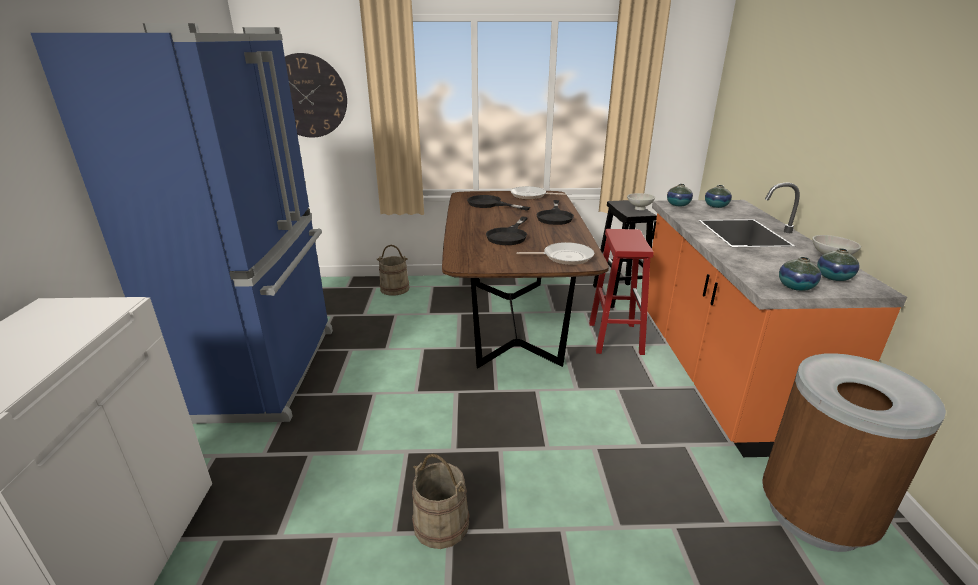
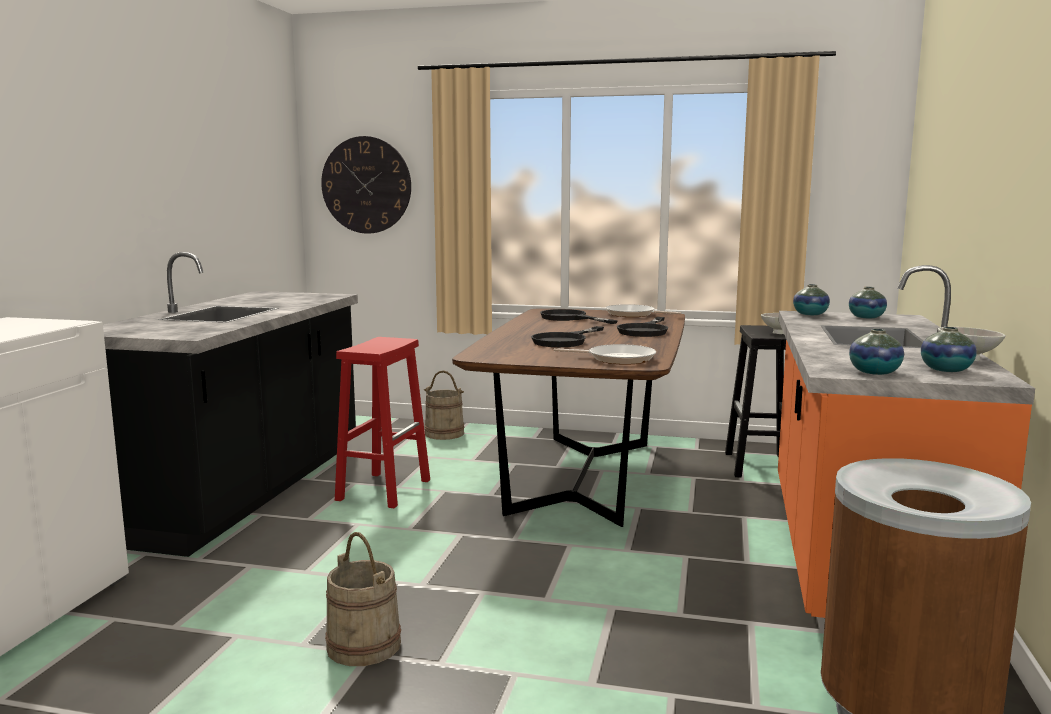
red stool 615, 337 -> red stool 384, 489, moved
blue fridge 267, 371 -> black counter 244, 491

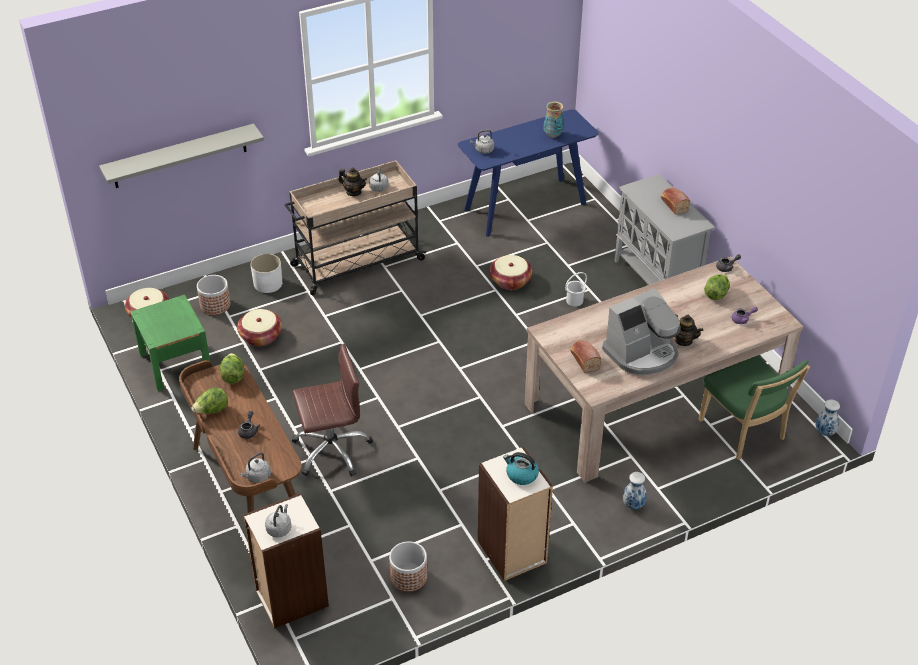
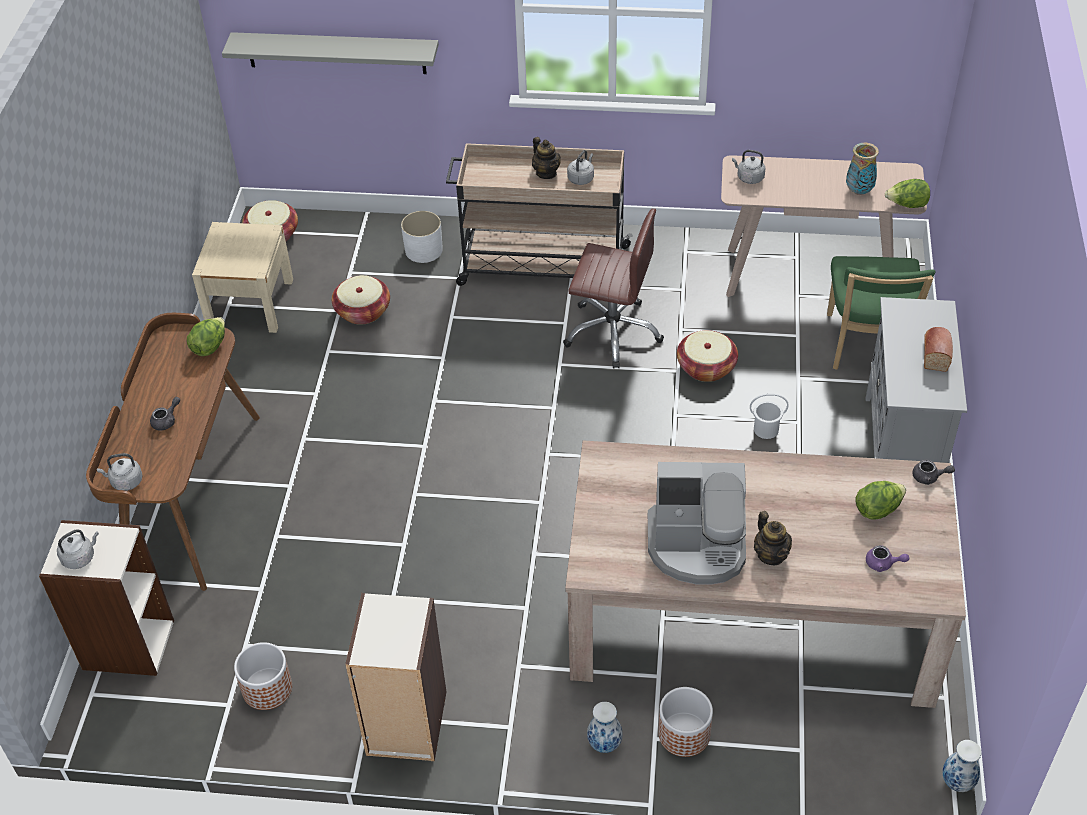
kettle 521, 475 -> none
bread 584, 360 -> none
lettuce 212, 411 -> lettuce 906, 205, moved
planter 215, 305 -> planter 684, 734, moved
brown office chair 331, 450 -> brown office chair 613, 332, moved
green chair 744, 432 -> green chair 867, 346, moved
green nightstand 175, 363 -> beige nightstand 250, 303
blue console table 525, 206 -> beige console table 809, 275

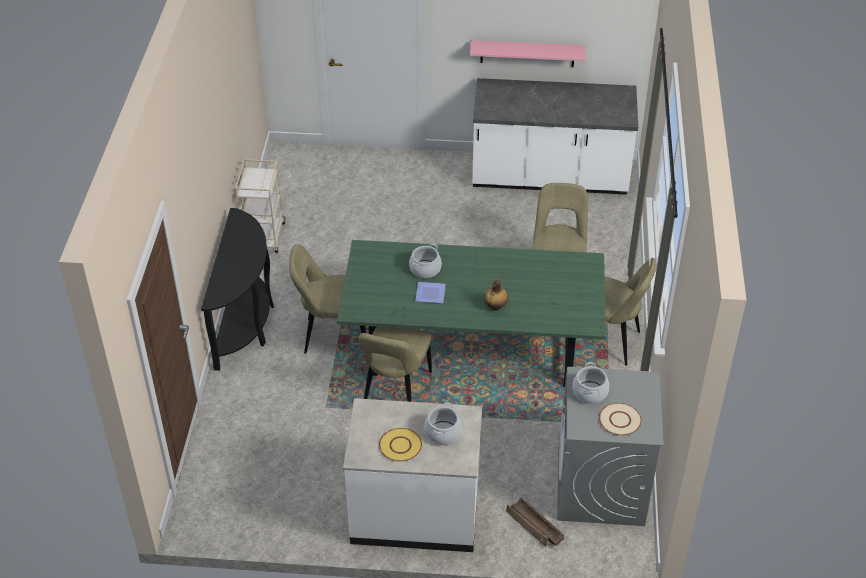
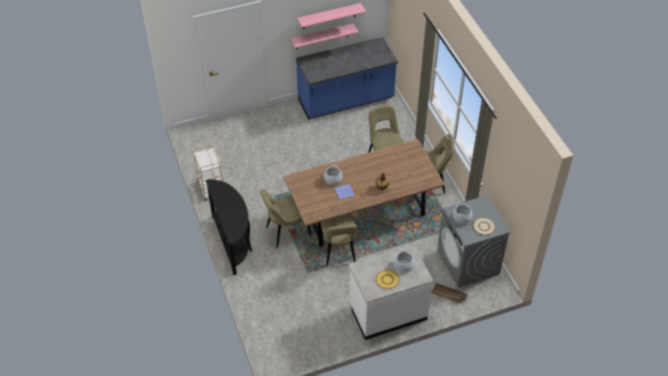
none -> pink shelf 329, 16
green dining table 472, 347 -> brown dining table 362, 211
white counter 549, 178 -> blue counter 346, 101

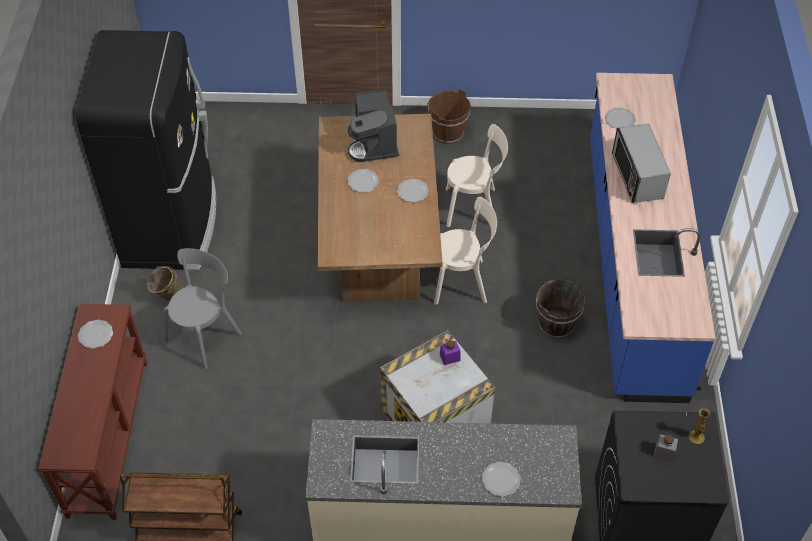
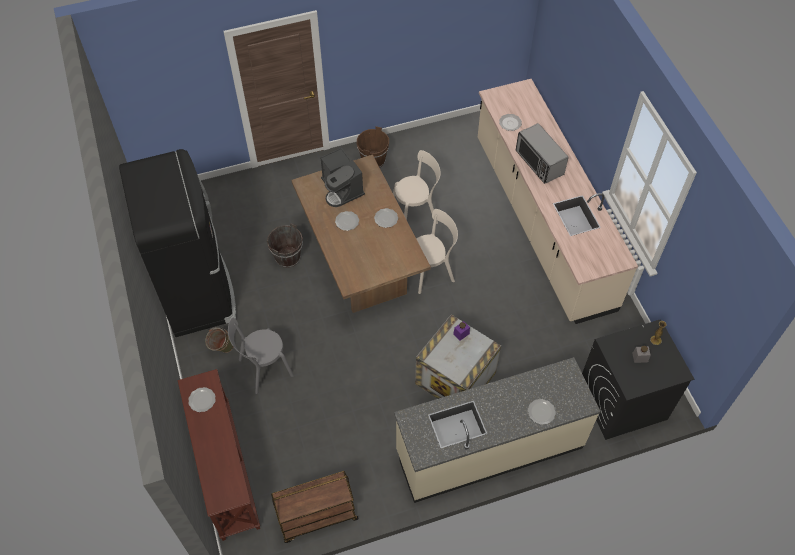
brown bucket 556, 325 -> brown bucket 288, 258, moved
blue counter 632, 263 -> beige counter 542, 222
grey chair 205, 335 -> grey chair 263, 369, 135 degrees counterclockwise

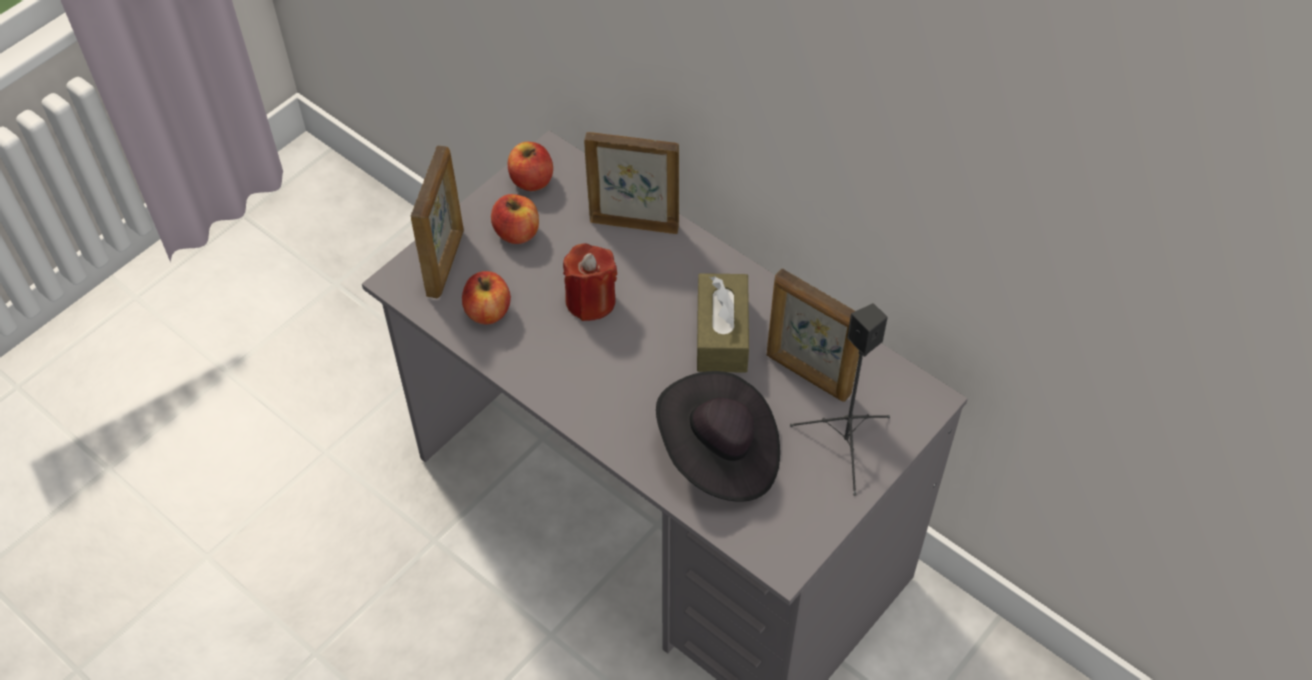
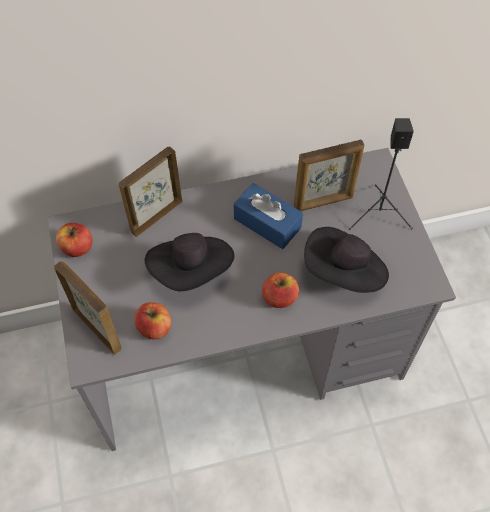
apple 517, 233 -> apple 279, 297, moved
red candle 590, 301 -> black hat 192, 270
brown tissue box 722, 334 -> blue tissue box 267, 223

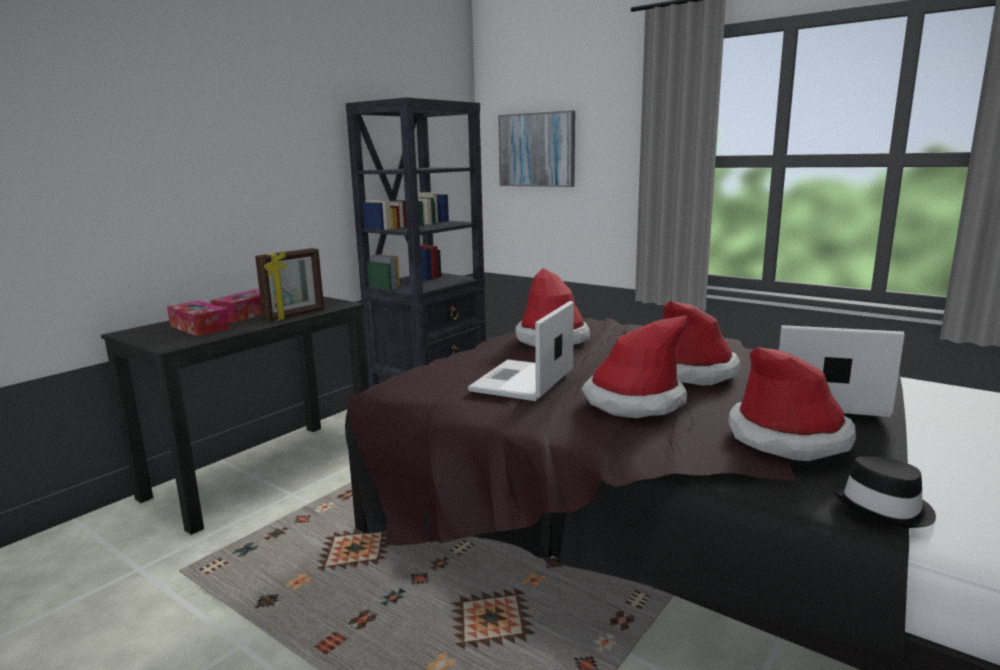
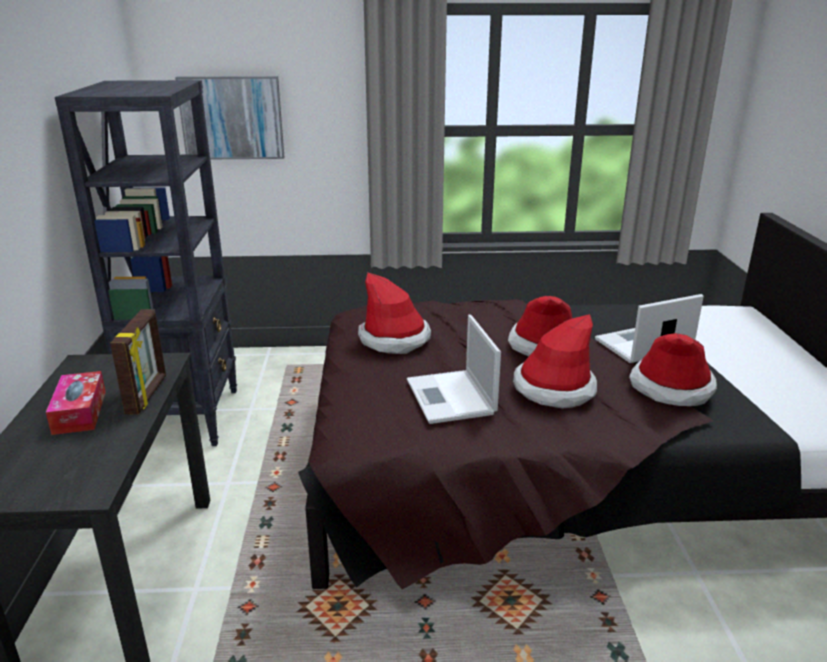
tissue box 199, 327 -> none
black hat 885, 508 -> none

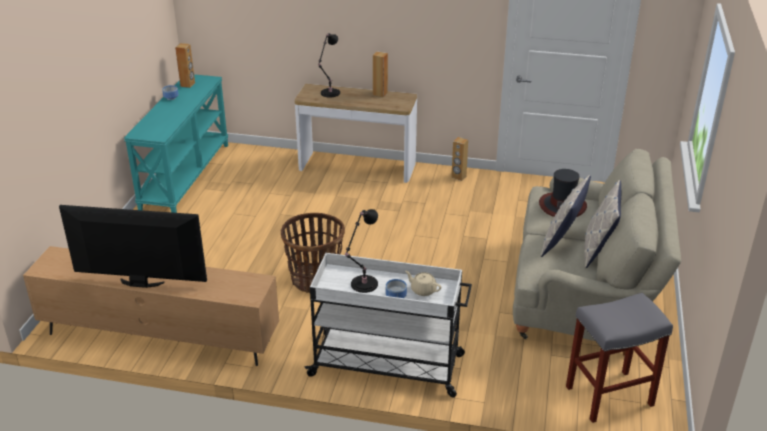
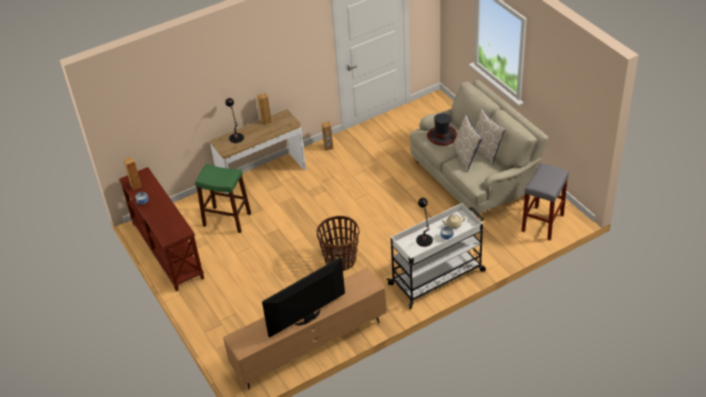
none -> green stool 227, 219
turquoise console table 185, 176 -> brown console table 166, 250

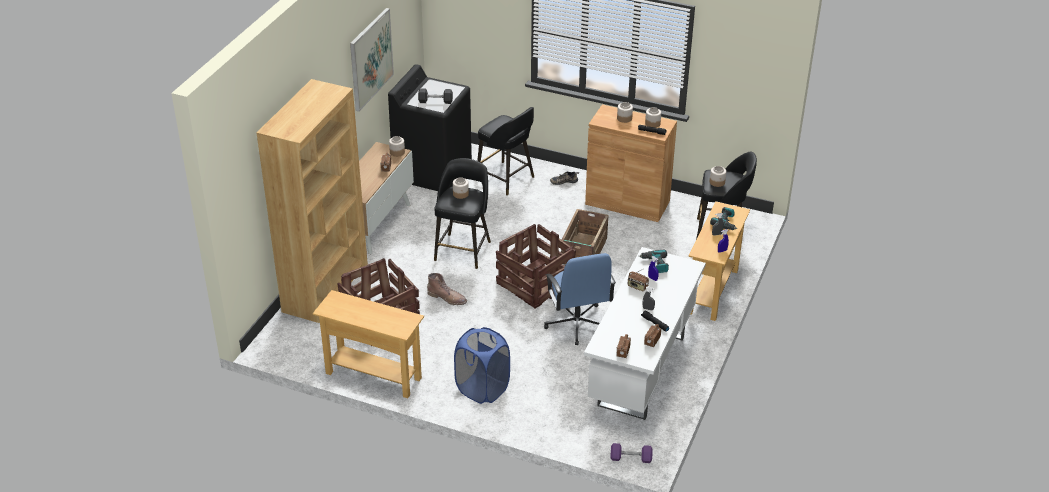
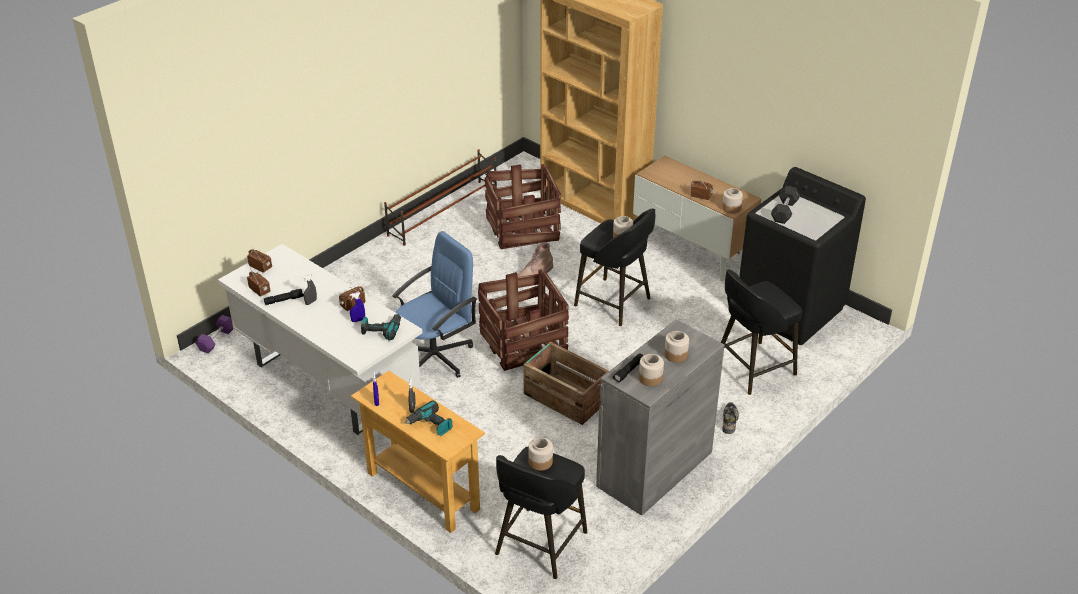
picture 371, 59 -> none
blue laundry basket 482, 389 -> none
beige console table 373, 375 -> brown shoe rack 444, 212
brown cabinet 627, 202 -> grey cabinet 654, 469
blue office chair 577, 323 -> blue office chair 435, 356, 135 degrees clockwise

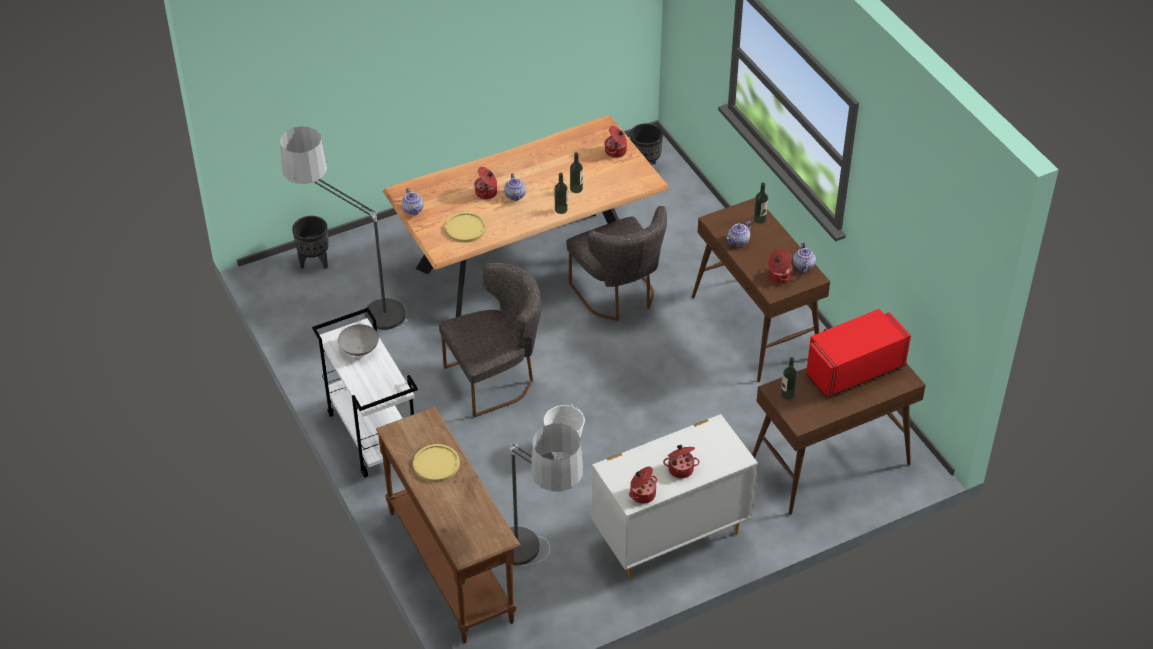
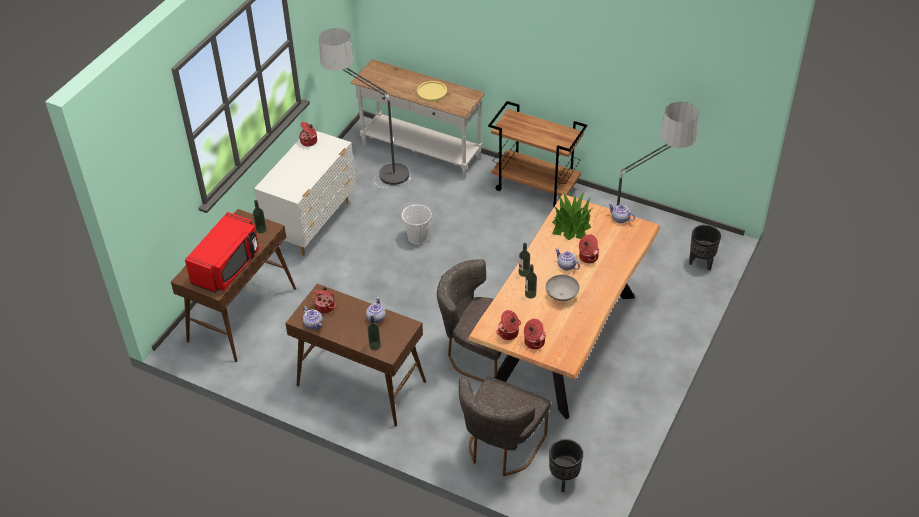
grey bowl 360, 349 -> grey bowl 561, 296, moved
grey chair 495, 379 -> grey chair 501, 448, moved
cooking pot 680, 469 -> cooking pot 508, 333, moved
yellow plate 465, 228 -> potted plant 571, 225
white cart 372, 435 -> brown cart 536, 187
brown console table 452, 565 -> white console table 420, 152

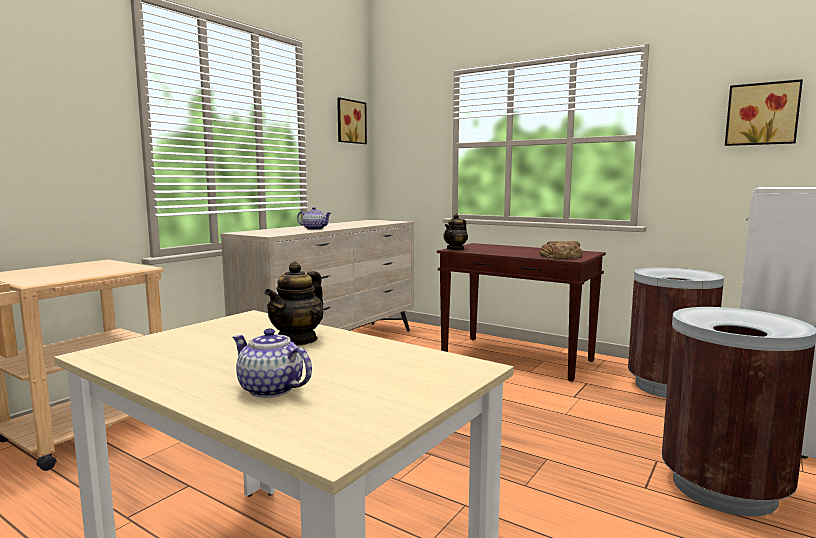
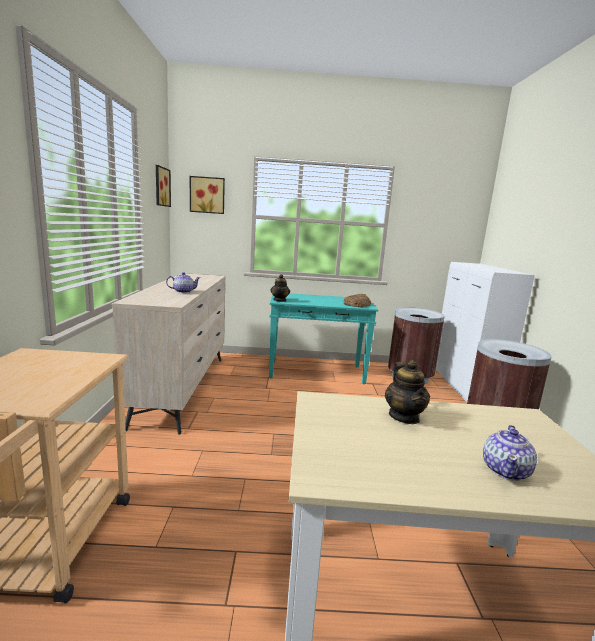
picture 762, 114 -> picture 207, 195, moved
brown console table 517, 358 -> turquoise console table 317, 372
teapot 271, 390 -> teapot 506, 470, 60 degrees counterclockwise

